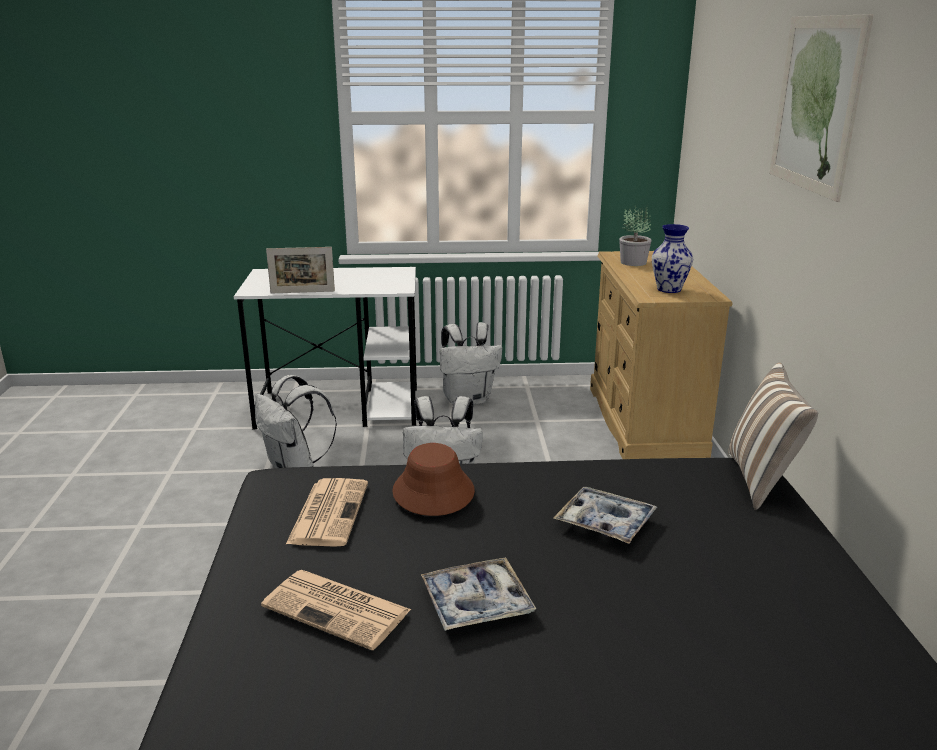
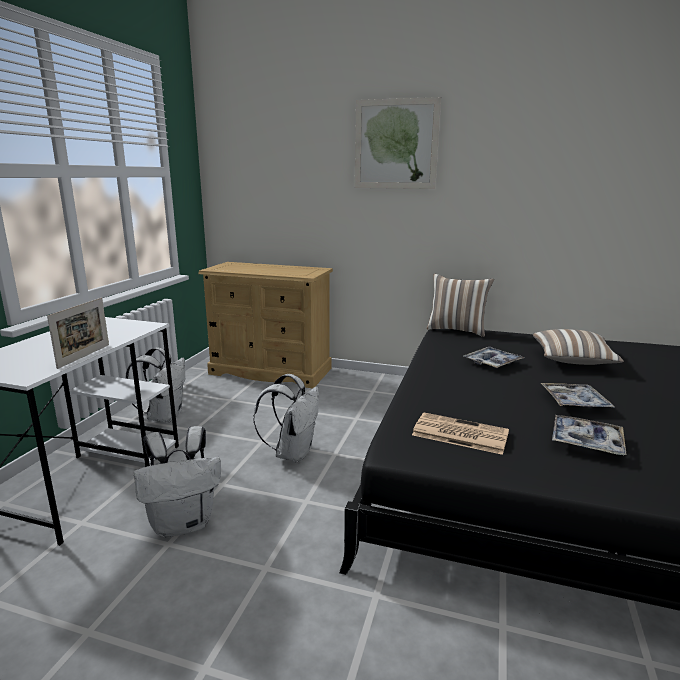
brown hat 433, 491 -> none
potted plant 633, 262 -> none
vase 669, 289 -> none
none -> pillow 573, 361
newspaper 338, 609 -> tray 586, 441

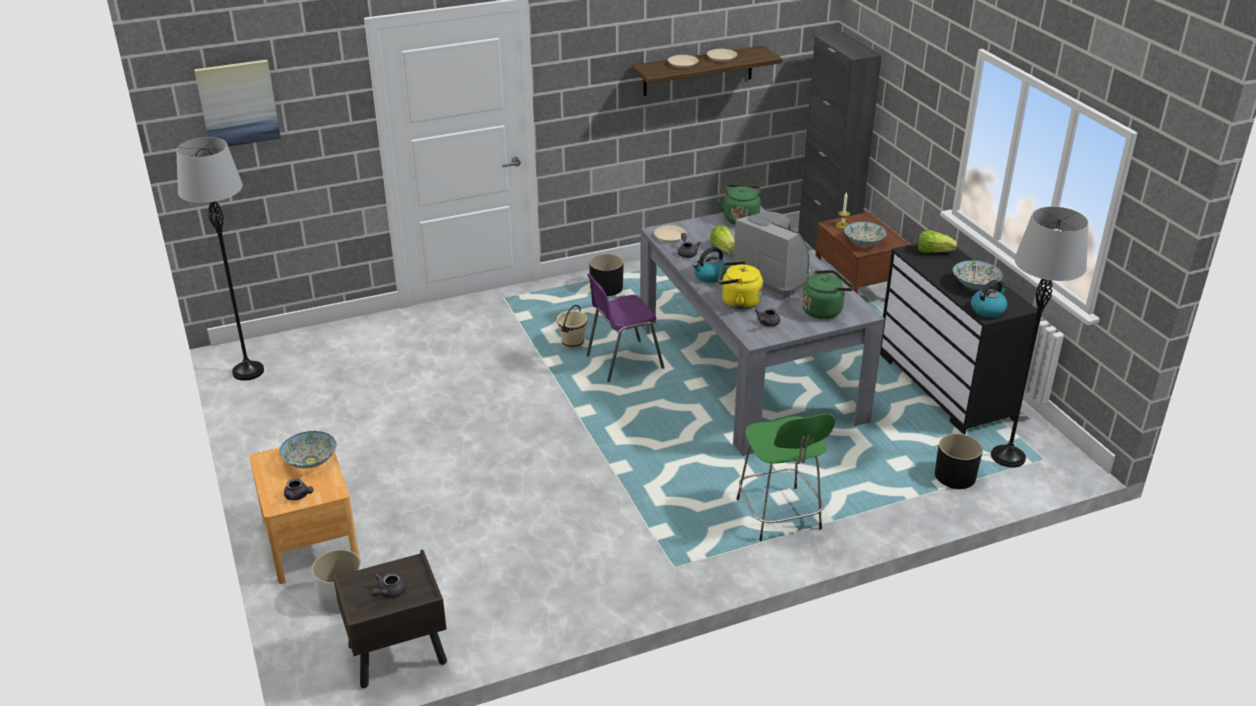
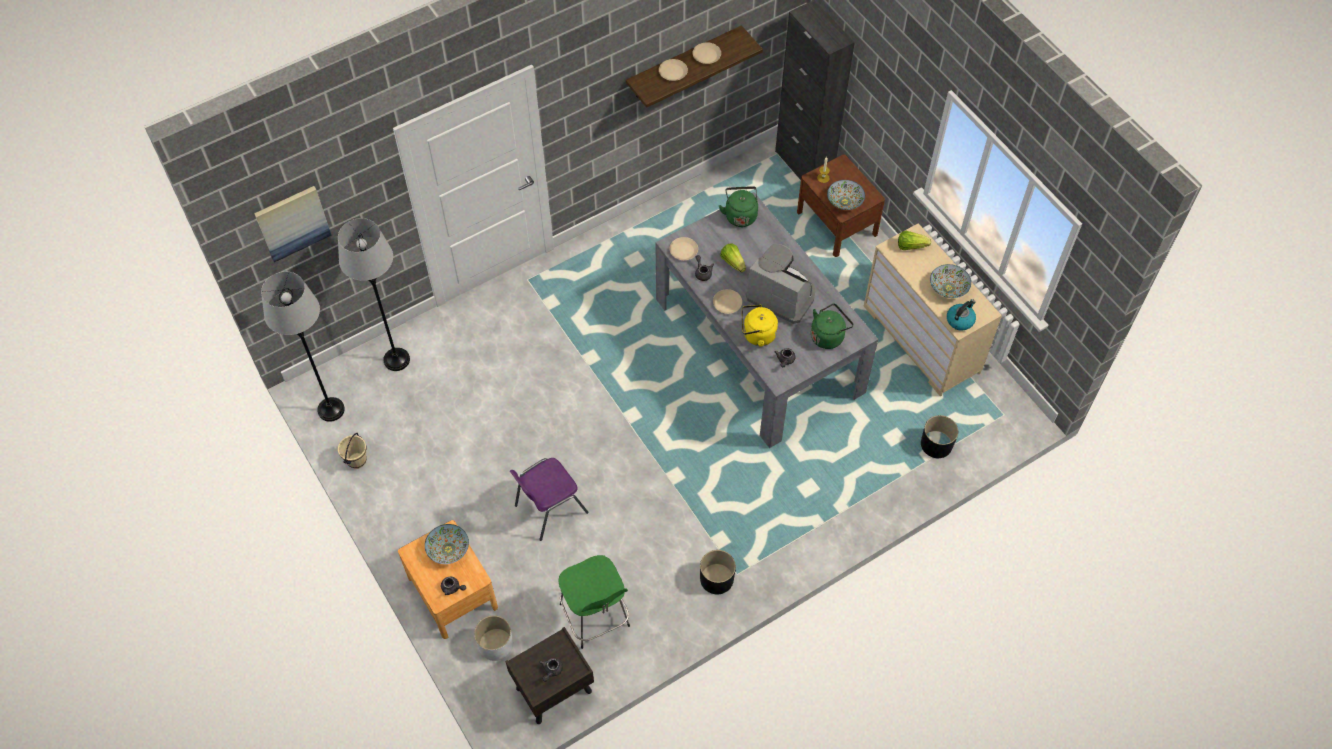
beige bucket 572, 344 -> beige bucket 356, 460, moved
purple chair 622, 362 -> purple chair 549, 509, moved
black planter 606, 288 -> black planter 717, 578, moved
green stool 779, 516 -> green stool 595, 617, moved
grey floor lamp 1007, 457 -> grey floor lamp 396, 360, moved
kettle 709, 276 -> beige plate 727, 303
black dresser 945, 386 -> beige dresser 922, 339

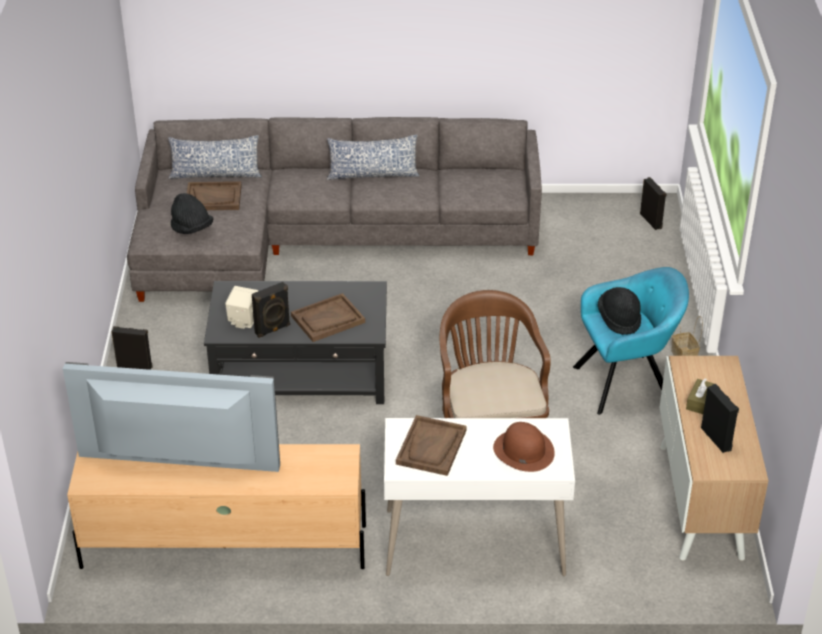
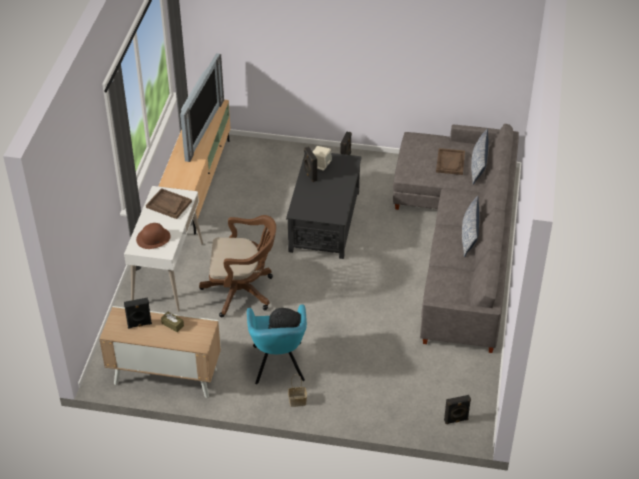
black hat 191, 229 -> none
brown tray 327, 319 -> none

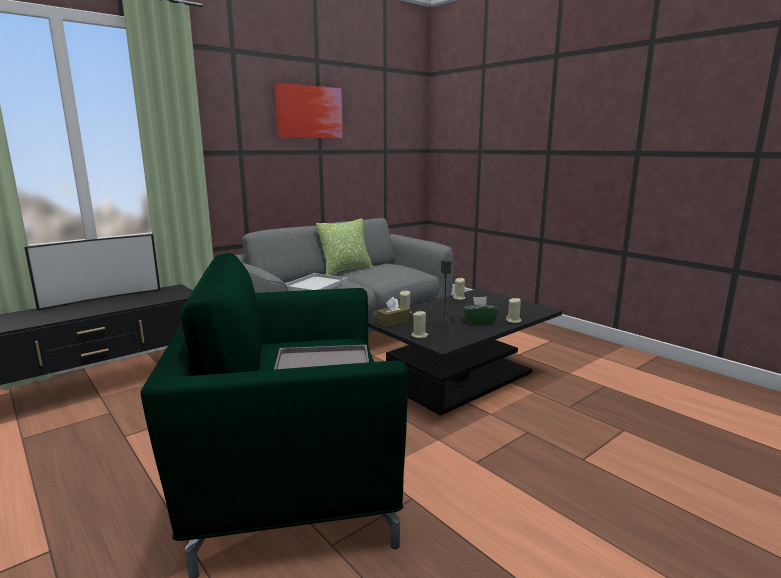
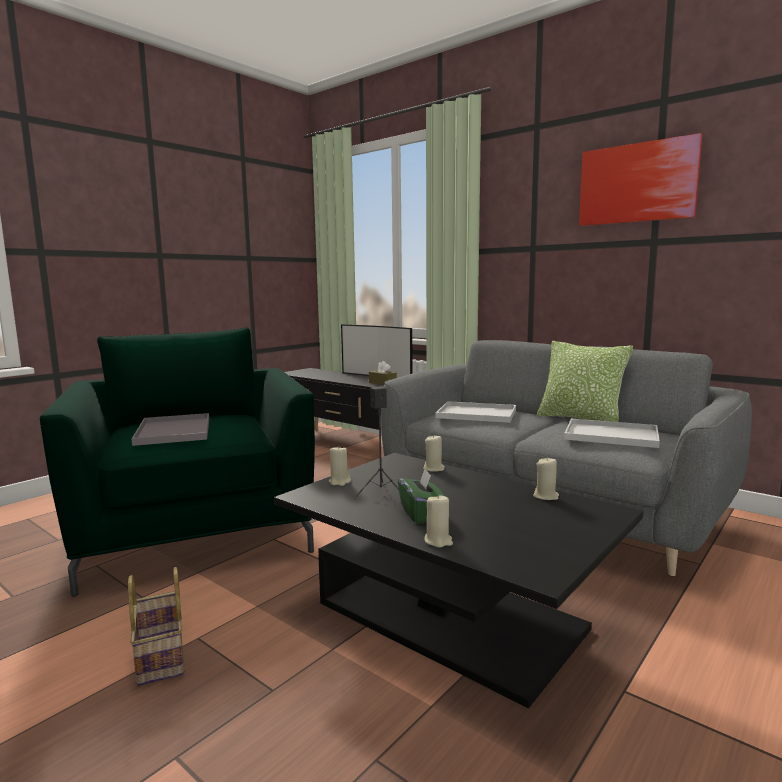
none -> basket 162, 657
none -> white tray 609, 435
brown tissue box 393, 322 -> brown tissue box 382, 383, moved

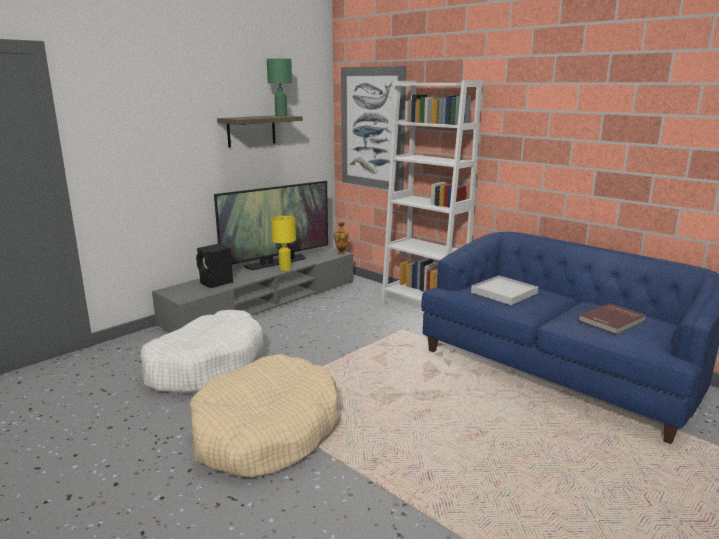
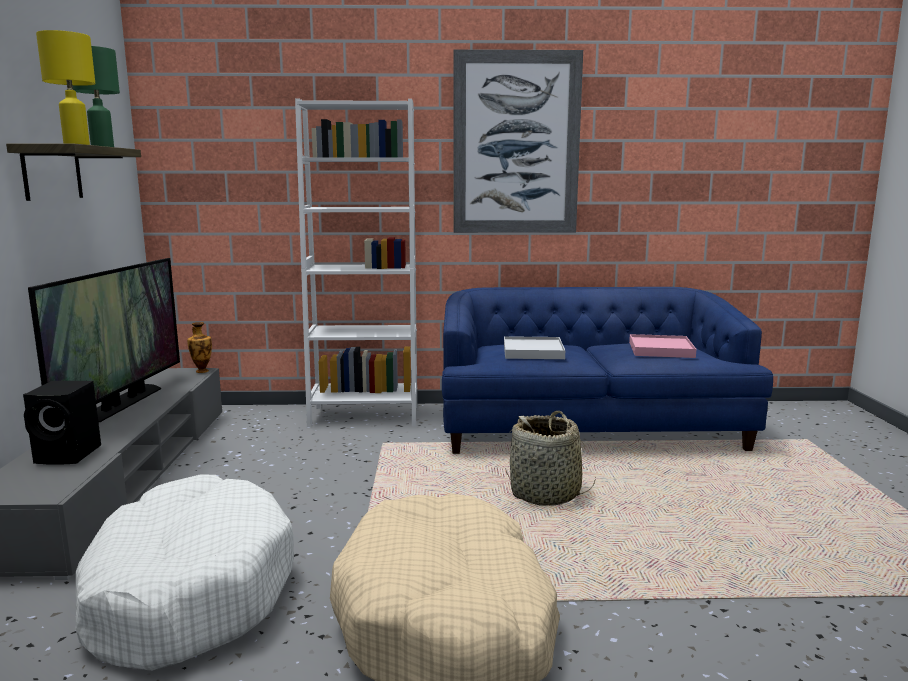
none -> basket 545, 494
yellow table lamp 285, 269 -> yellow table lamp 77, 145, moved
picture 372, 128 -> picture 516, 143, moved
red book 612, 321 -> pink tray 661, 349

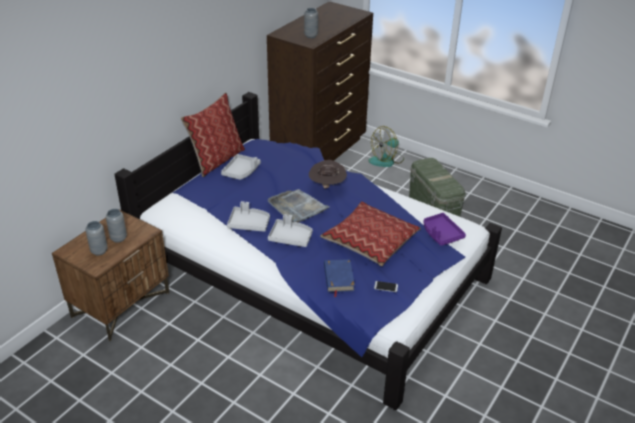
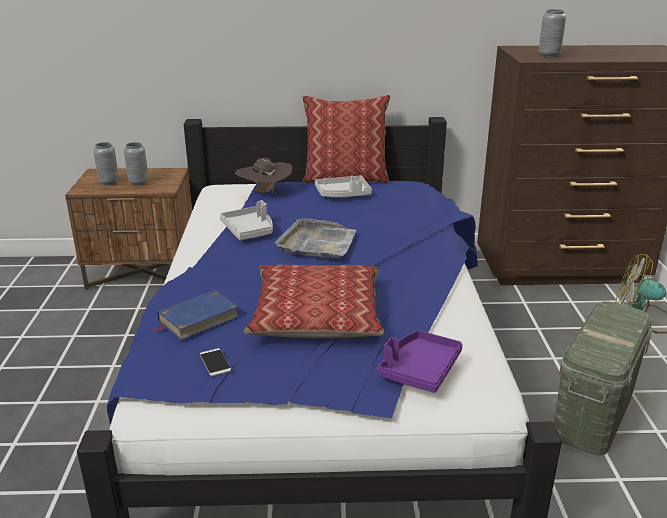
grey tray 290, 237 -> none
brown hat 327, 186 -> brown hat 265, 192, moved

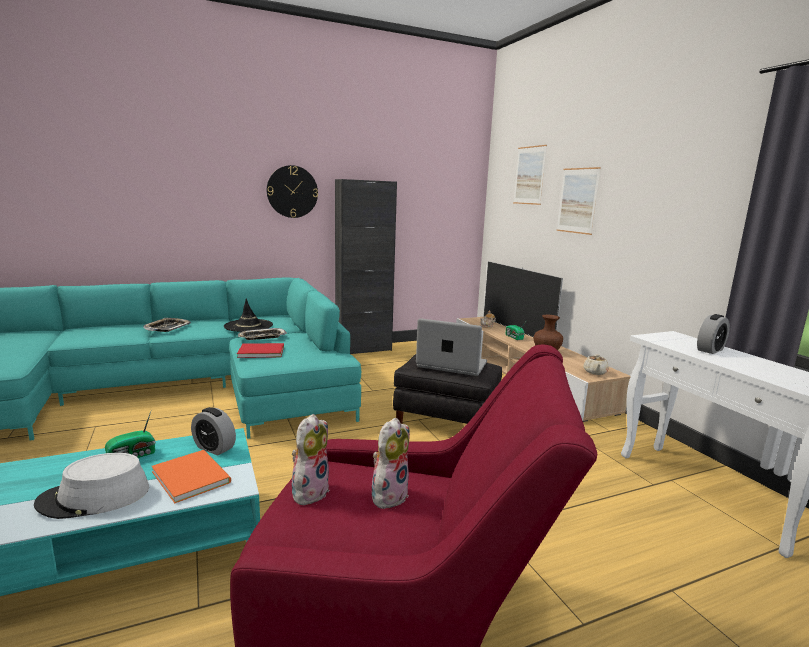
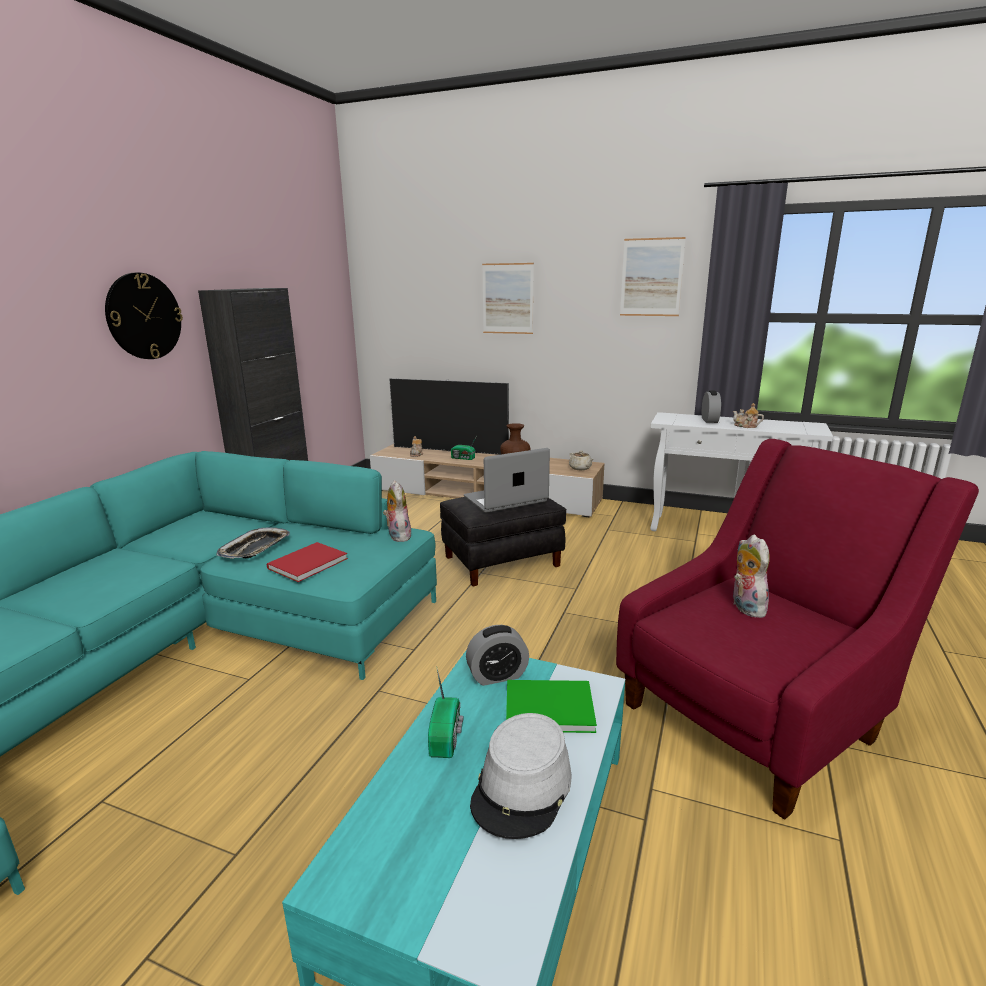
tray 167, 328 -> none
black hat 248, 326 -> none
none -> teapot 746, 426
plush toy 309, 491 -> plush toy 397, 536, moved
picture 529, 175 -> picture 651, 277, moved
orange book 192, 475 -> green book 546, 706

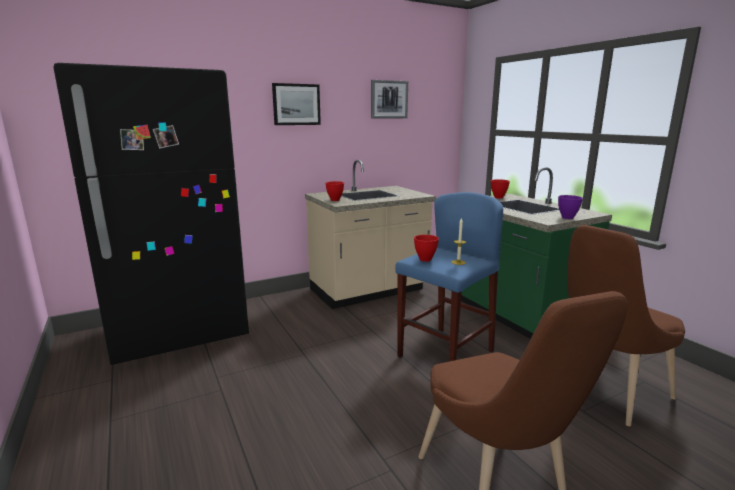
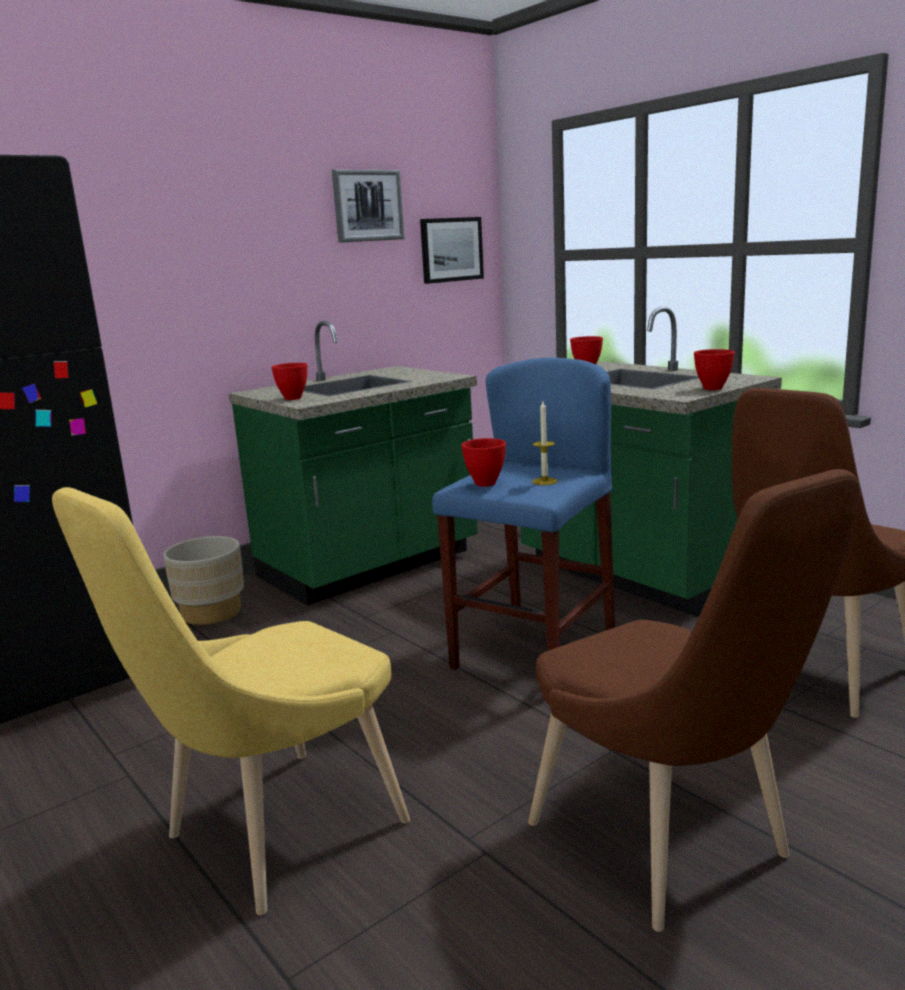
none -> yellow chair 272, 836
none -> beige planter 211, 612
picture 296, 104 -> picture 451, 249, moved
beige counter 369, 291 -> green counter 370, 565
purple bowl 567, 218 -> red bowl 712, 388

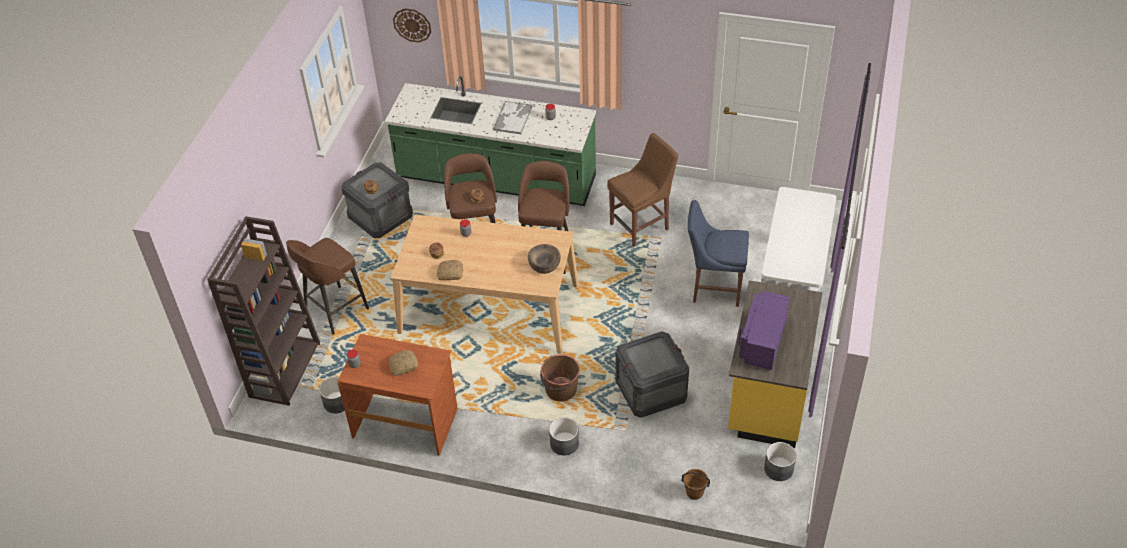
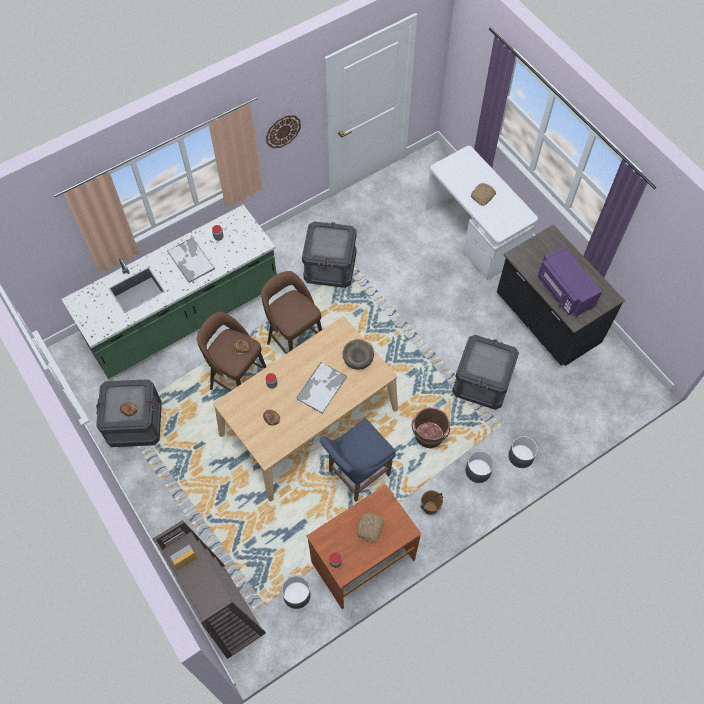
brown stool 334, 311 -> none
none -> tray 322, 387
wall clock 412, 25 -> wall clock 283, 131, moved
bread 450, 273 -> bread 482, 196, moved
brown bucket 694, 492 -> brown bucket 430, 507, moved
blue chair 713, 288 -> blue chair 356, 474, moved
grey planter 779, 469 -> grey planter 521, 456, moved
brown chair 642, 225 -> crate 330, 267
yellow counter 767, 394 -> black counter 546, 320

